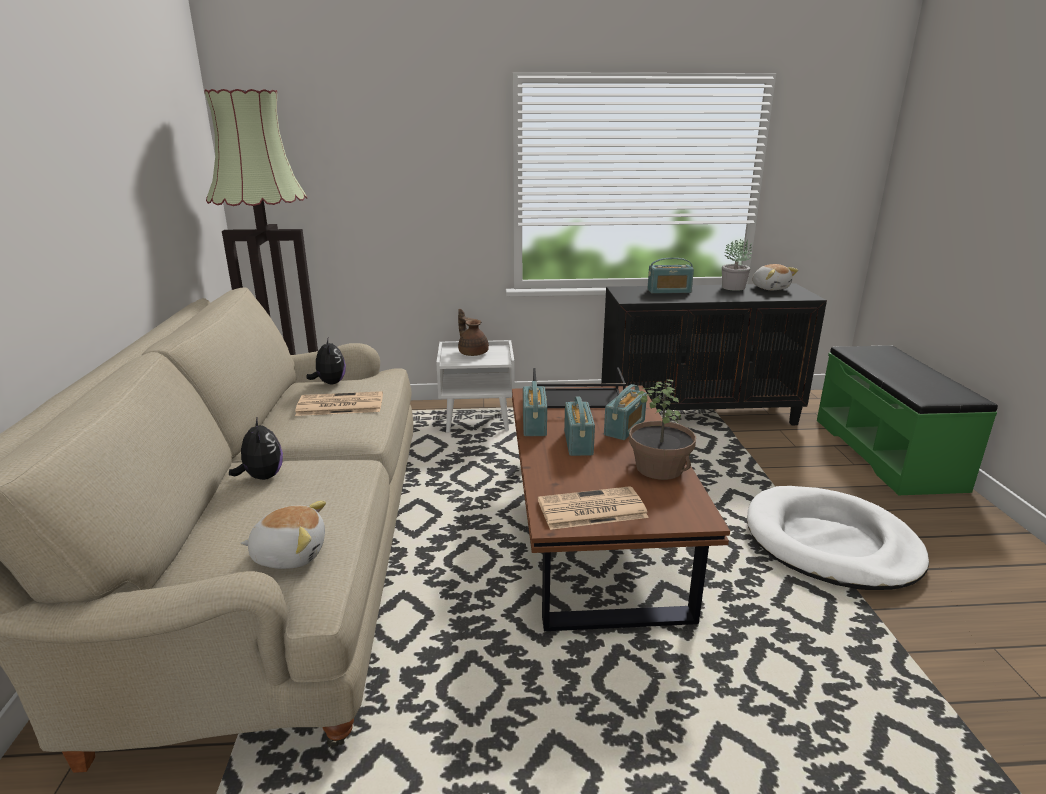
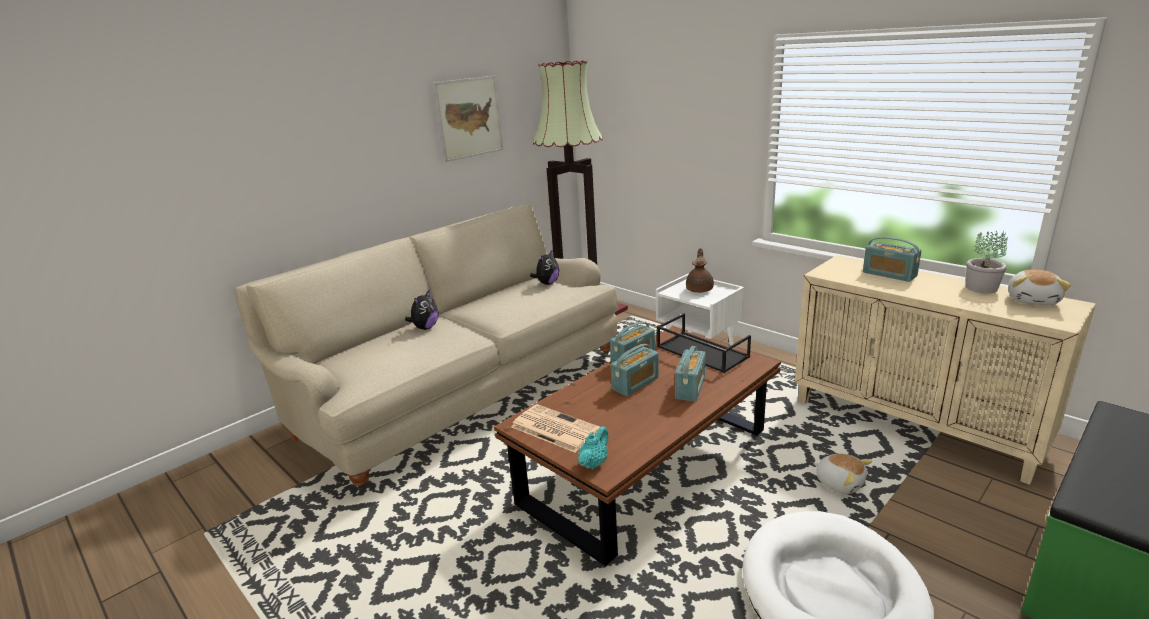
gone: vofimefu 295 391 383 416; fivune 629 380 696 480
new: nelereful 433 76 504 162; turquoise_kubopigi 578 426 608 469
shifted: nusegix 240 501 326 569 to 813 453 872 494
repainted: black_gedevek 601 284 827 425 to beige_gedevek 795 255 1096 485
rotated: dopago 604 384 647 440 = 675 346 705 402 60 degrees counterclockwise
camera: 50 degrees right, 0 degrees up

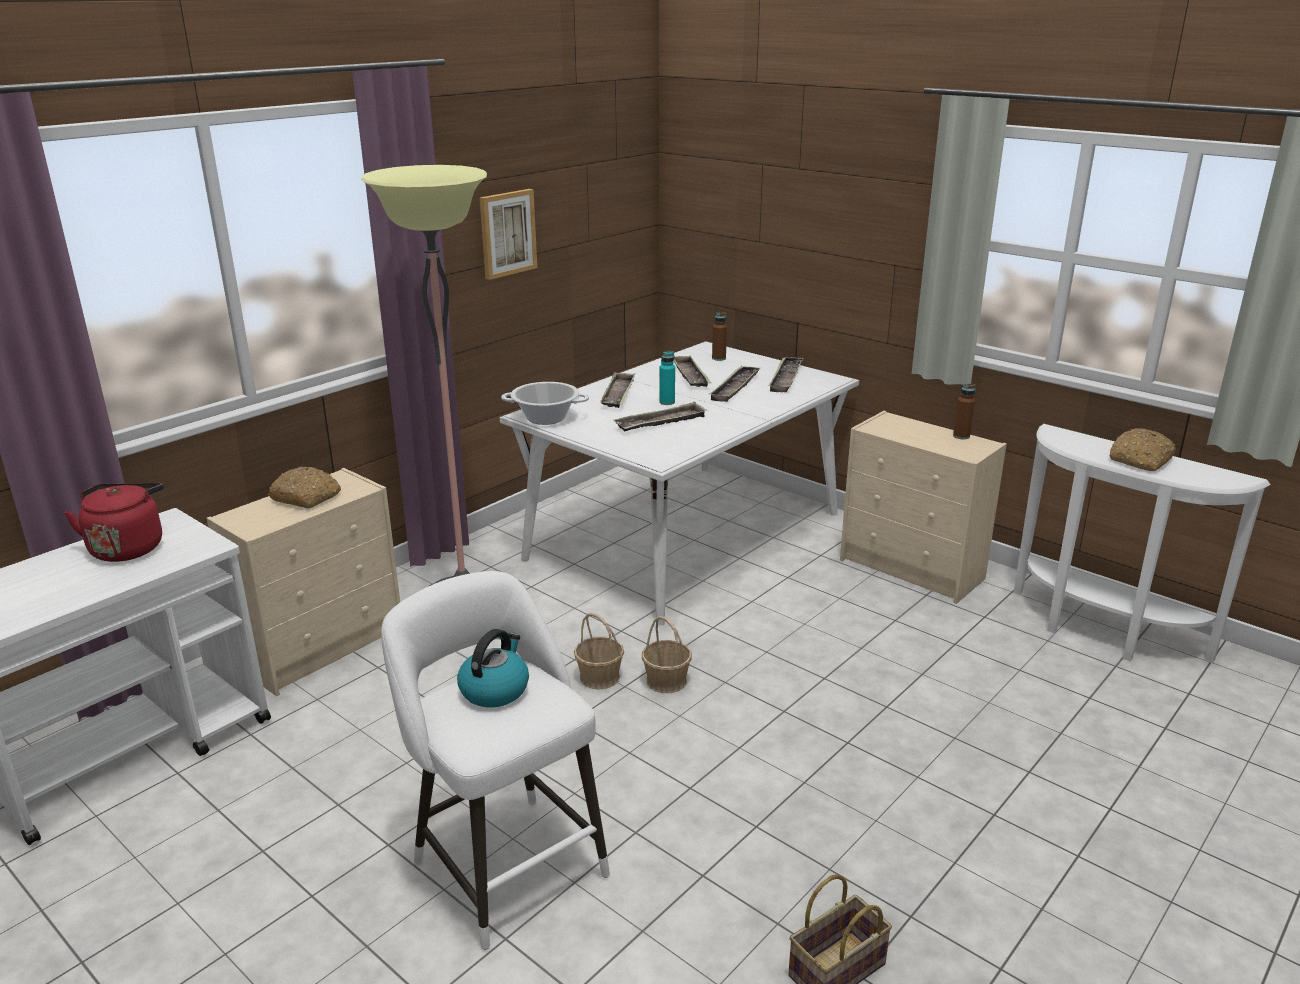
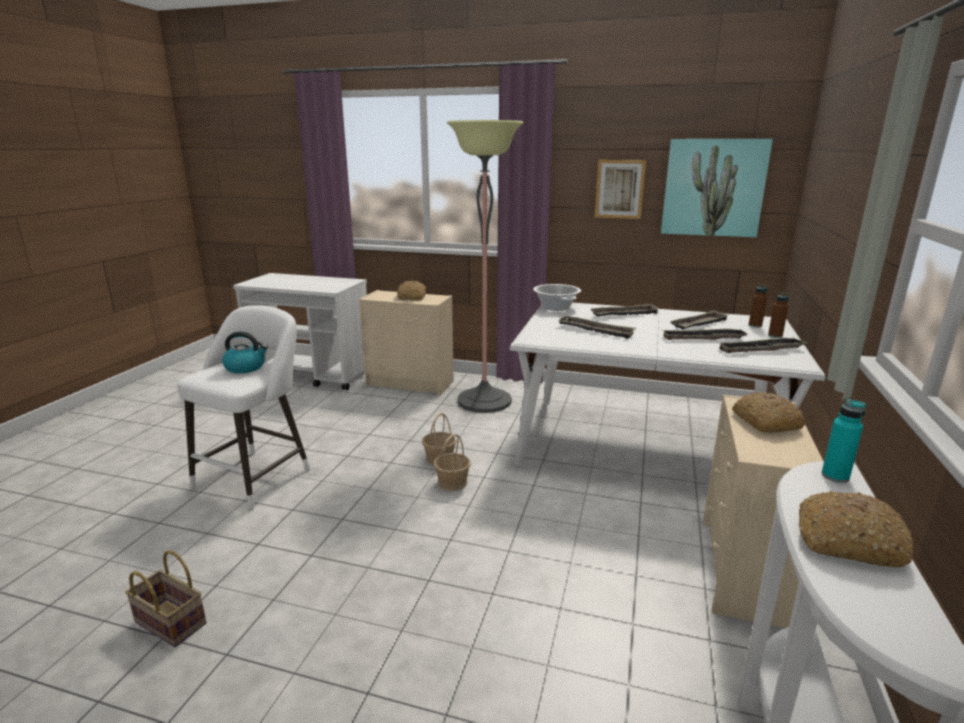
gone: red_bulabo 64 483 164 562
new: nelereful 661 139 773 237; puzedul 732 392 805 433
shifted: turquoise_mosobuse 659 351 675 405 to 821 399 866 483; brown_mosobuse 953 384 976 439 to 768 292 789 338
camera: 65 degrees right, 5 degrees down

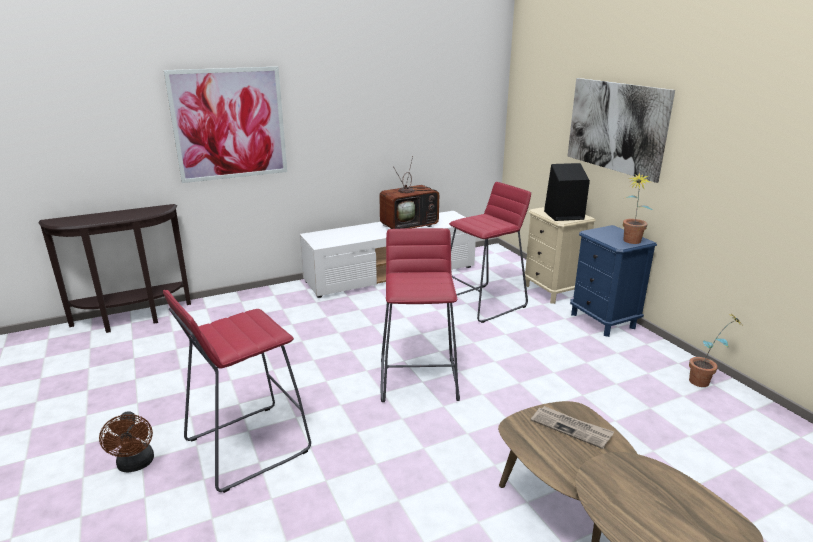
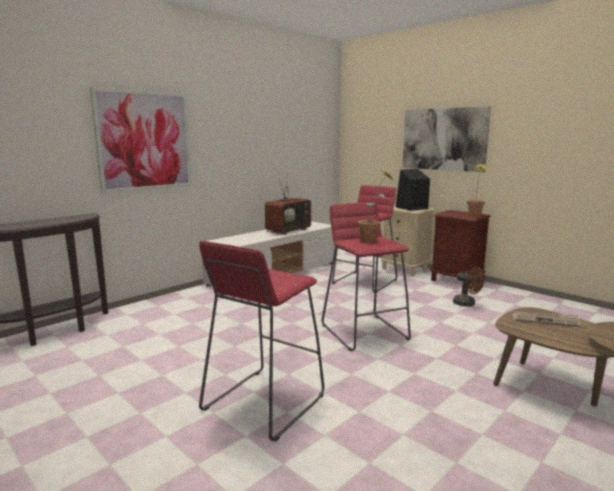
shifted: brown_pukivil 99 411 154 473 to 453 267 485 307; fivune 689 315 743 387 to 358 170 392 243
repainted: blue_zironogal 570 225 657 337 to brown_zironogal 430 210 491 288
camera: 20 degrees left, 10 degrees down

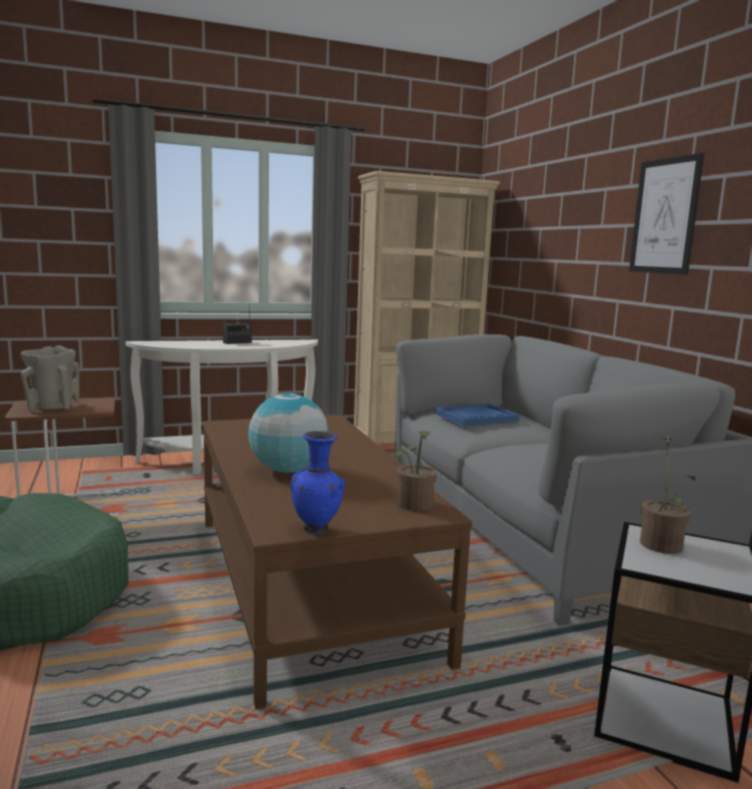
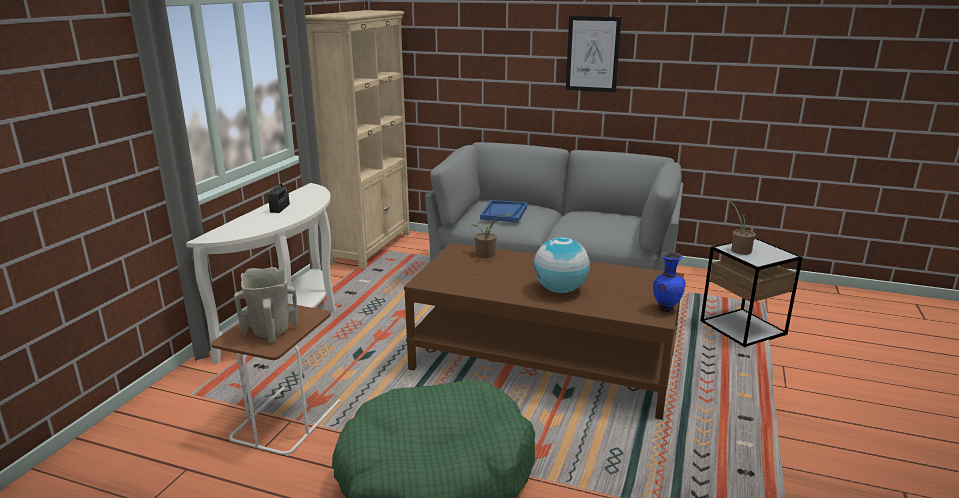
shifted: fivune 395 430 437 511 to 471 213 511 258
camera: 50 degrees left, 10 degrees up

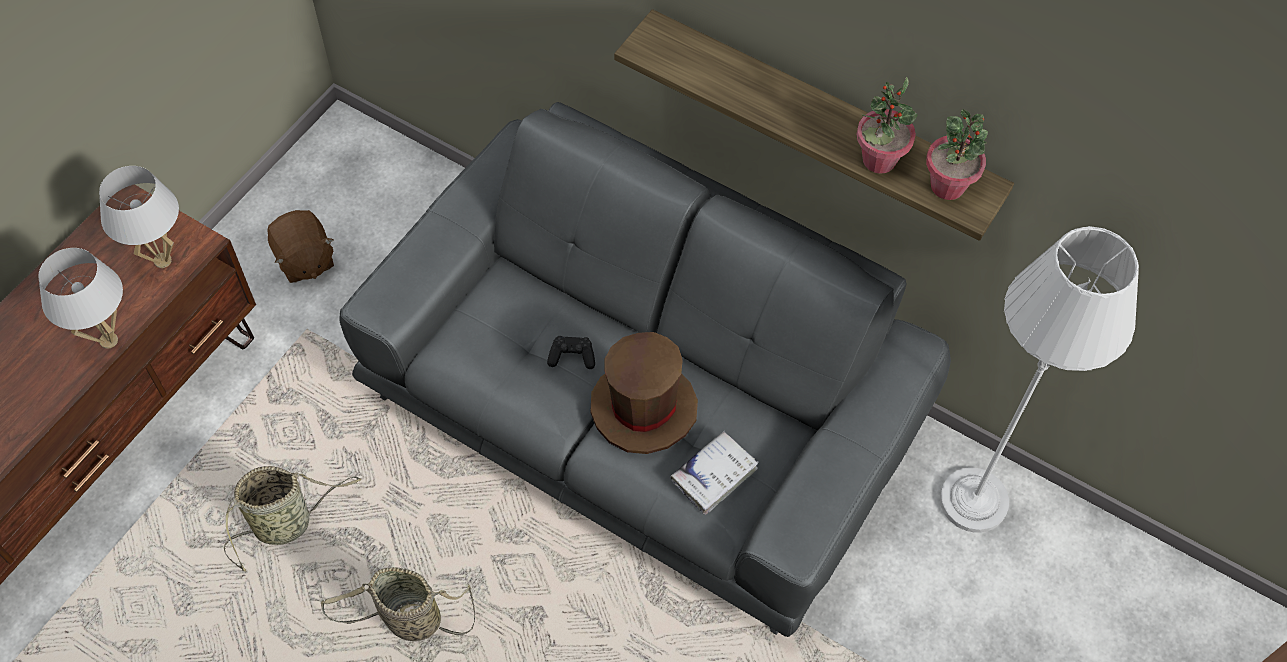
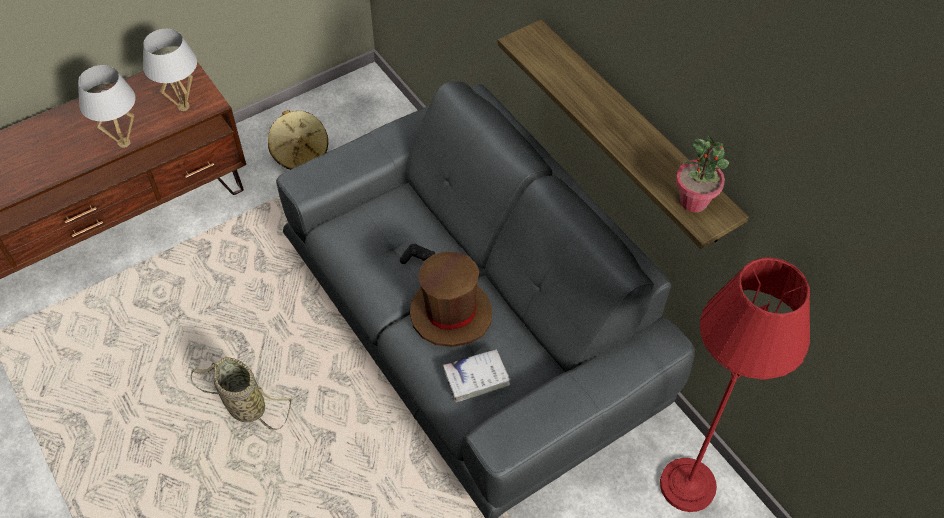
gone: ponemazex 224 466 361 572; fivune 856 77 917 173
swapped: brown_nusegix 267 210 334 283 to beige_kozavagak 268 110 328 170
repainted: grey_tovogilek 940 226 1139 533 to red_tovogilek 660 257 810 512
camera: 25 degrees right, 5 degrees down

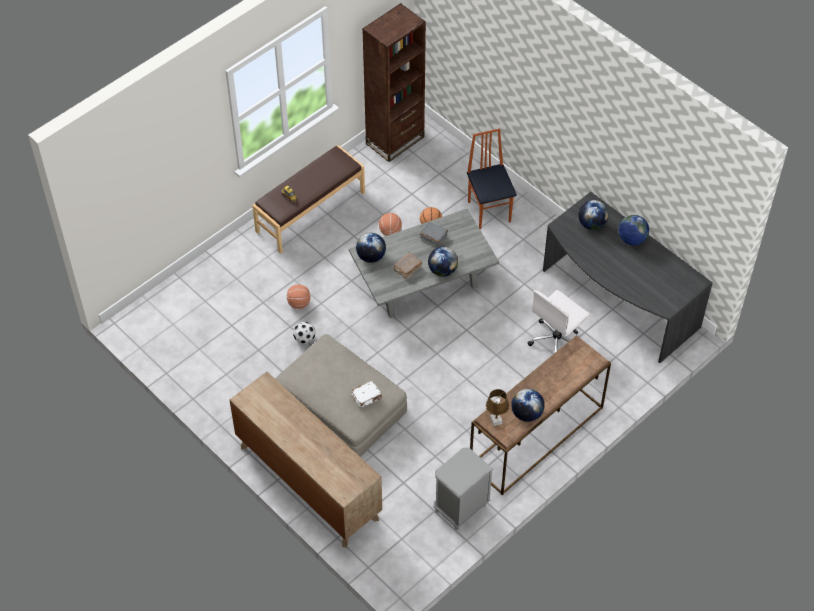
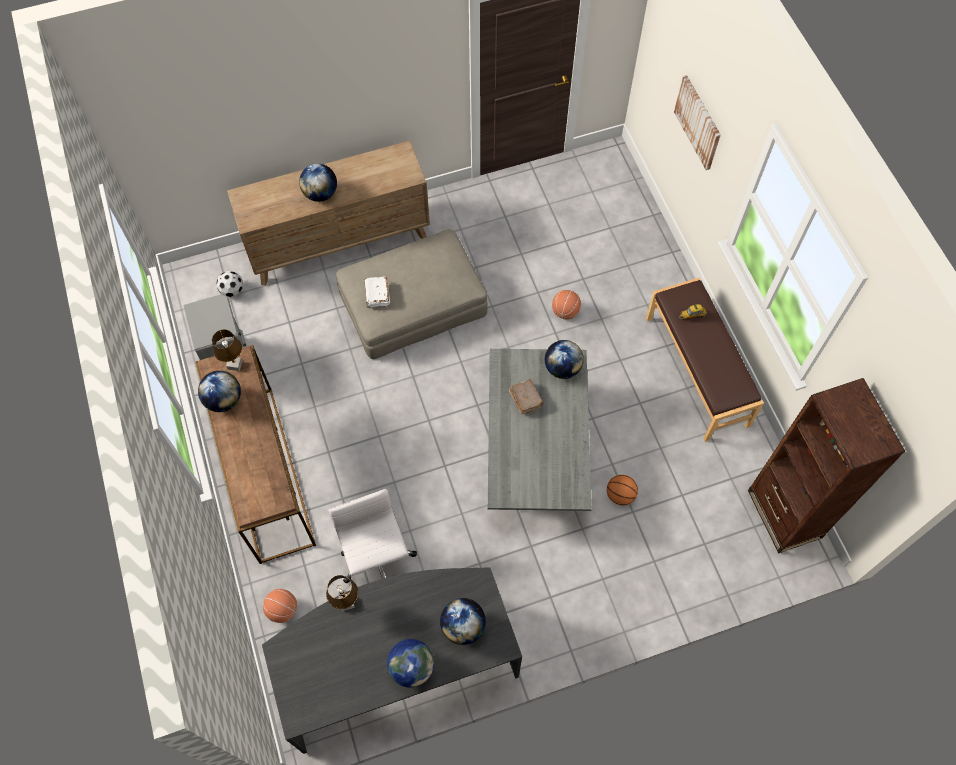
gone: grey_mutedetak 419 222 448 246; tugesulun 467 129 517 229
new: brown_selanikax 326 575 358 611; nelereful 674 75 721 170
shifted: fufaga 293 322 315 344 to 216 271 243 297; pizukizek 379 213 402 236 to 263 589 297 623; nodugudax 428 247 458 277 to 299 164 337 202
camera: 115 degrees right, 10 degrees up

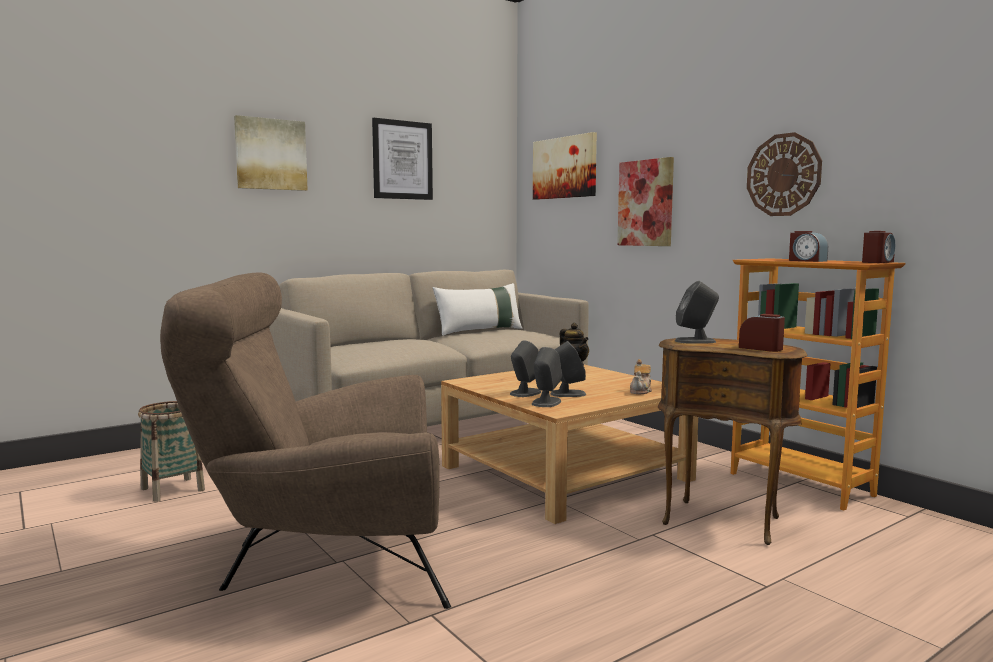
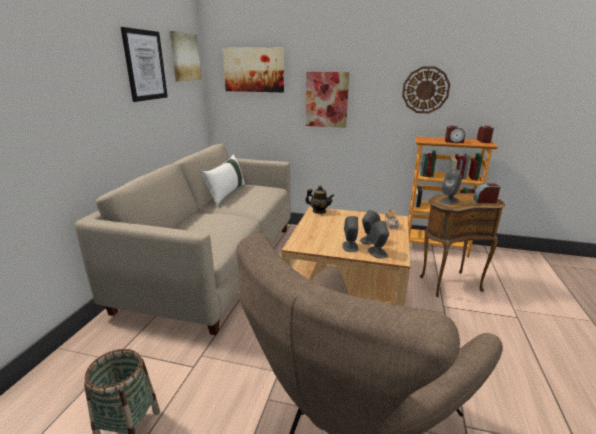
shifted: nelereful 234 115 308 191 to 170 31 201 82
camera: 40 degrees left, 15 degrees up

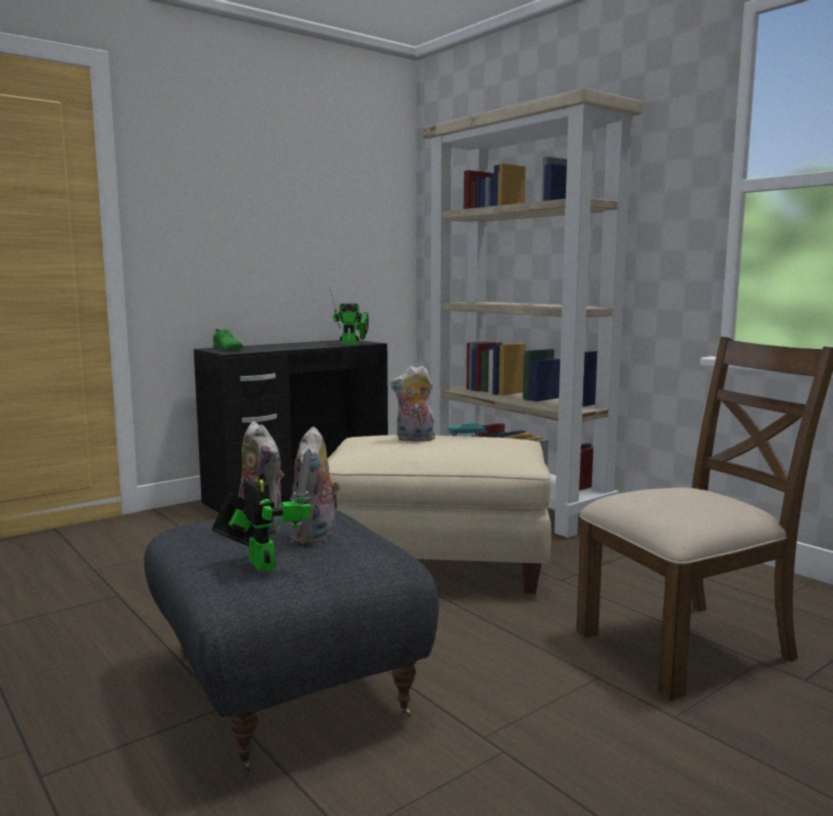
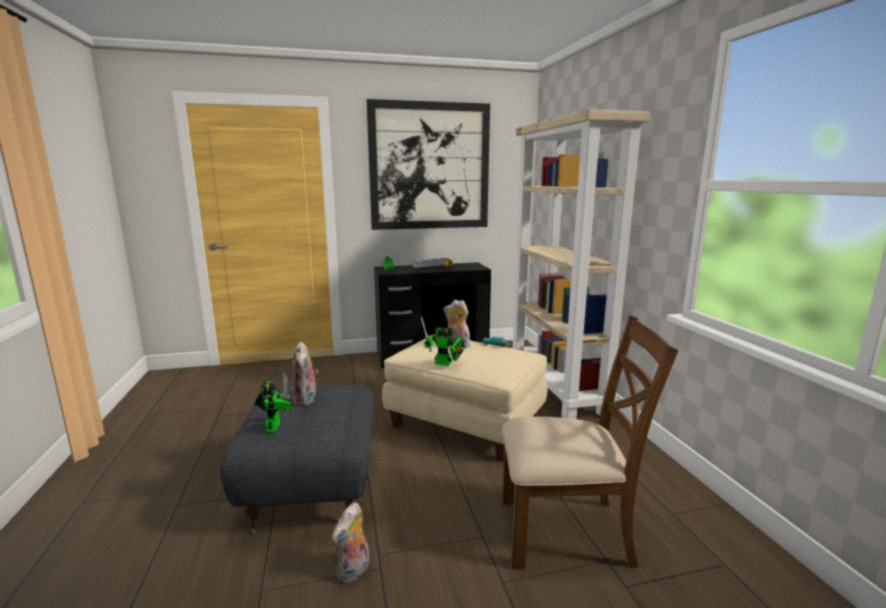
new: nelereful 367 99 490 230; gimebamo 413 257 453 272
shifted: nusegix 291 426 341 546 to 332 502 369 583; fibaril 329 287 368 345 to 421 317 465 366
camera: 25 degrees right, 5 degrees up

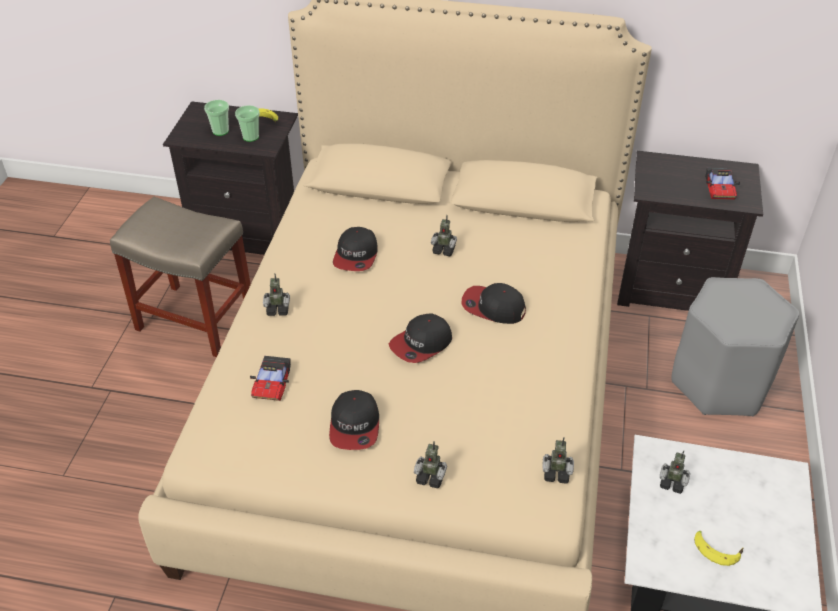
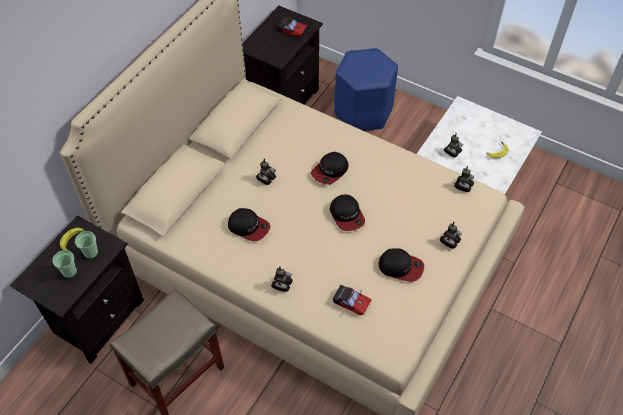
repainted: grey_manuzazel 671 277 799 416 to blue_manuzazel 334 48 398 131
camera: 70 degrees left, 10 degrees up

